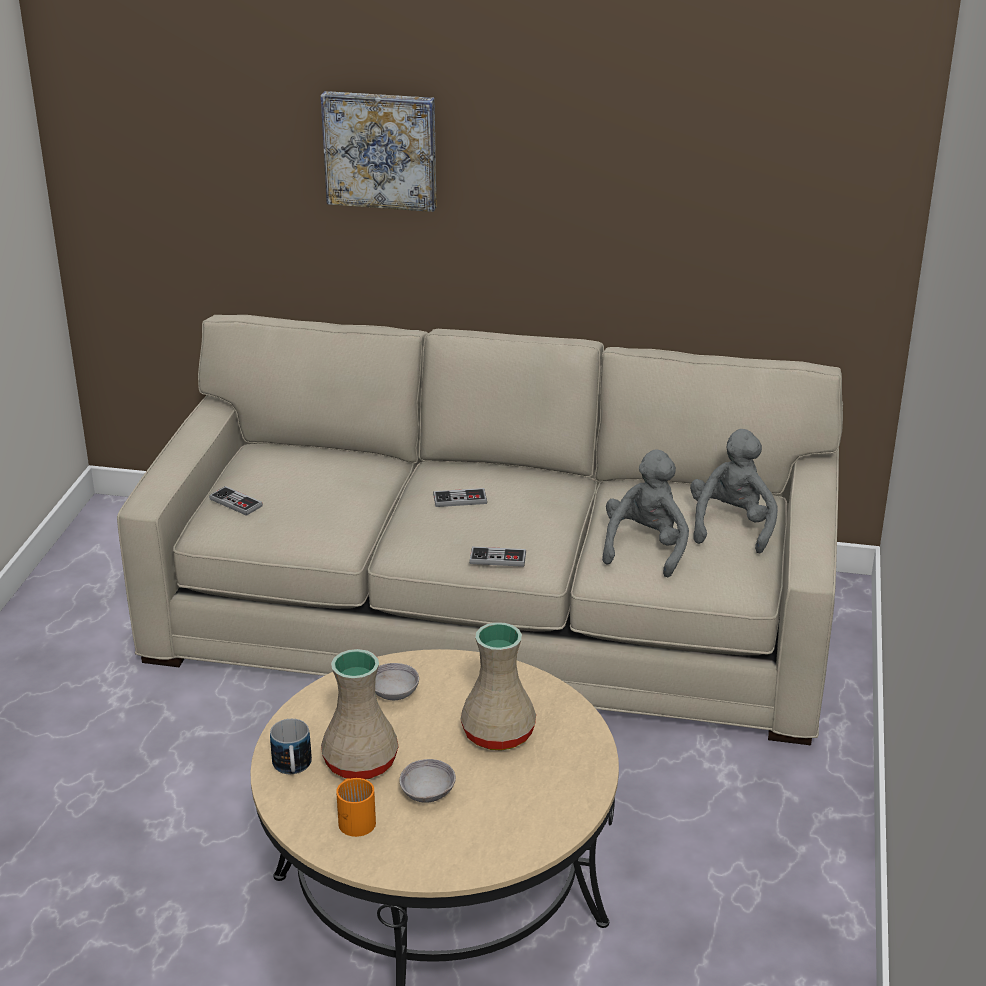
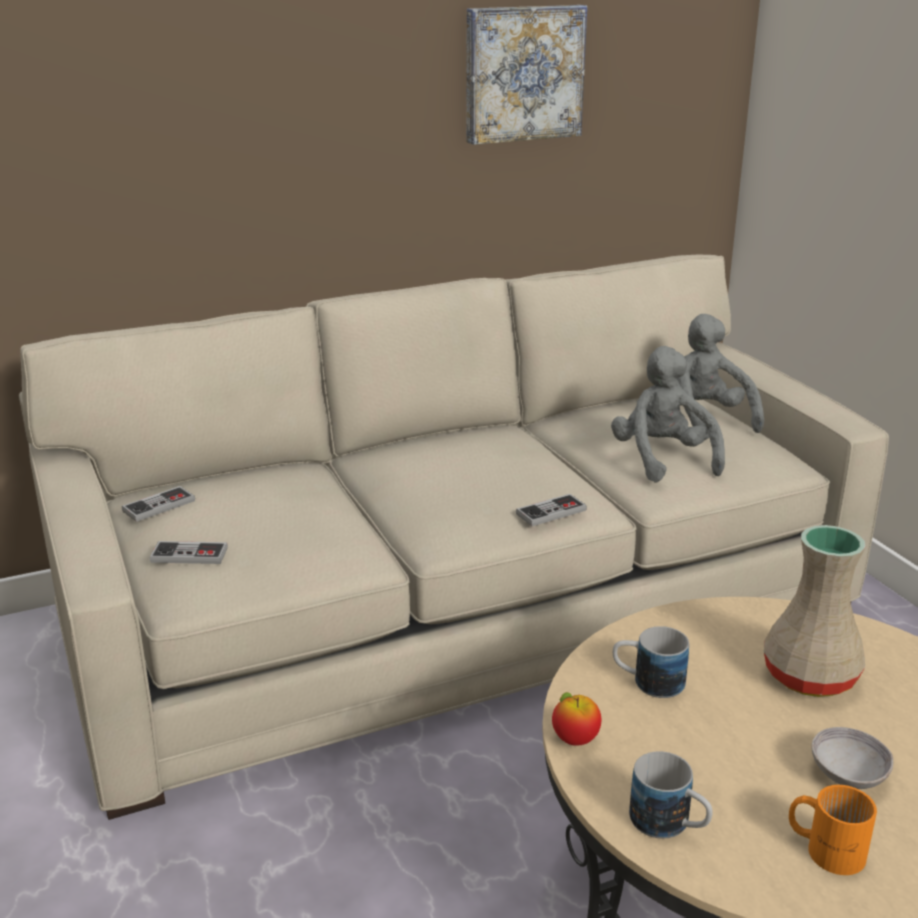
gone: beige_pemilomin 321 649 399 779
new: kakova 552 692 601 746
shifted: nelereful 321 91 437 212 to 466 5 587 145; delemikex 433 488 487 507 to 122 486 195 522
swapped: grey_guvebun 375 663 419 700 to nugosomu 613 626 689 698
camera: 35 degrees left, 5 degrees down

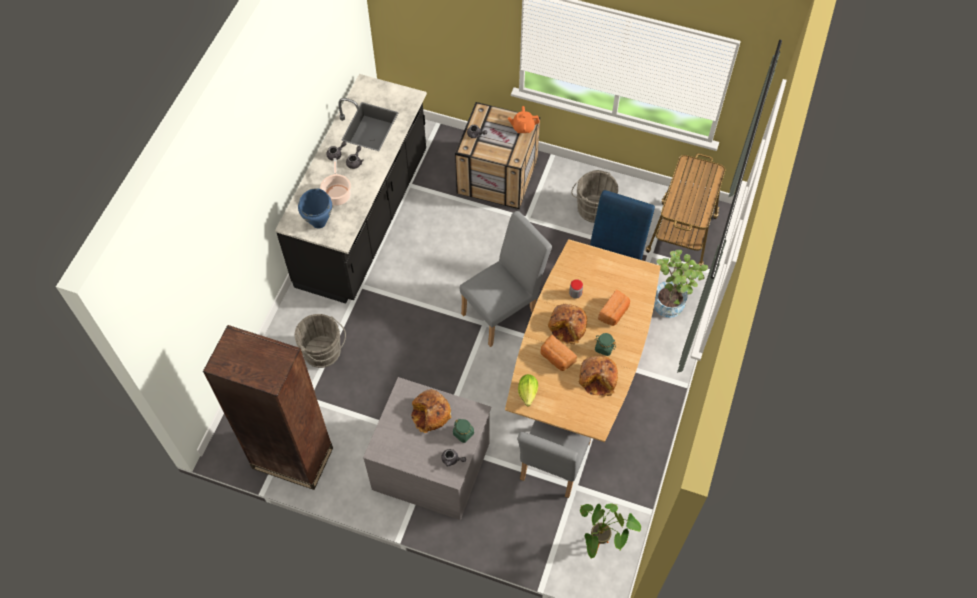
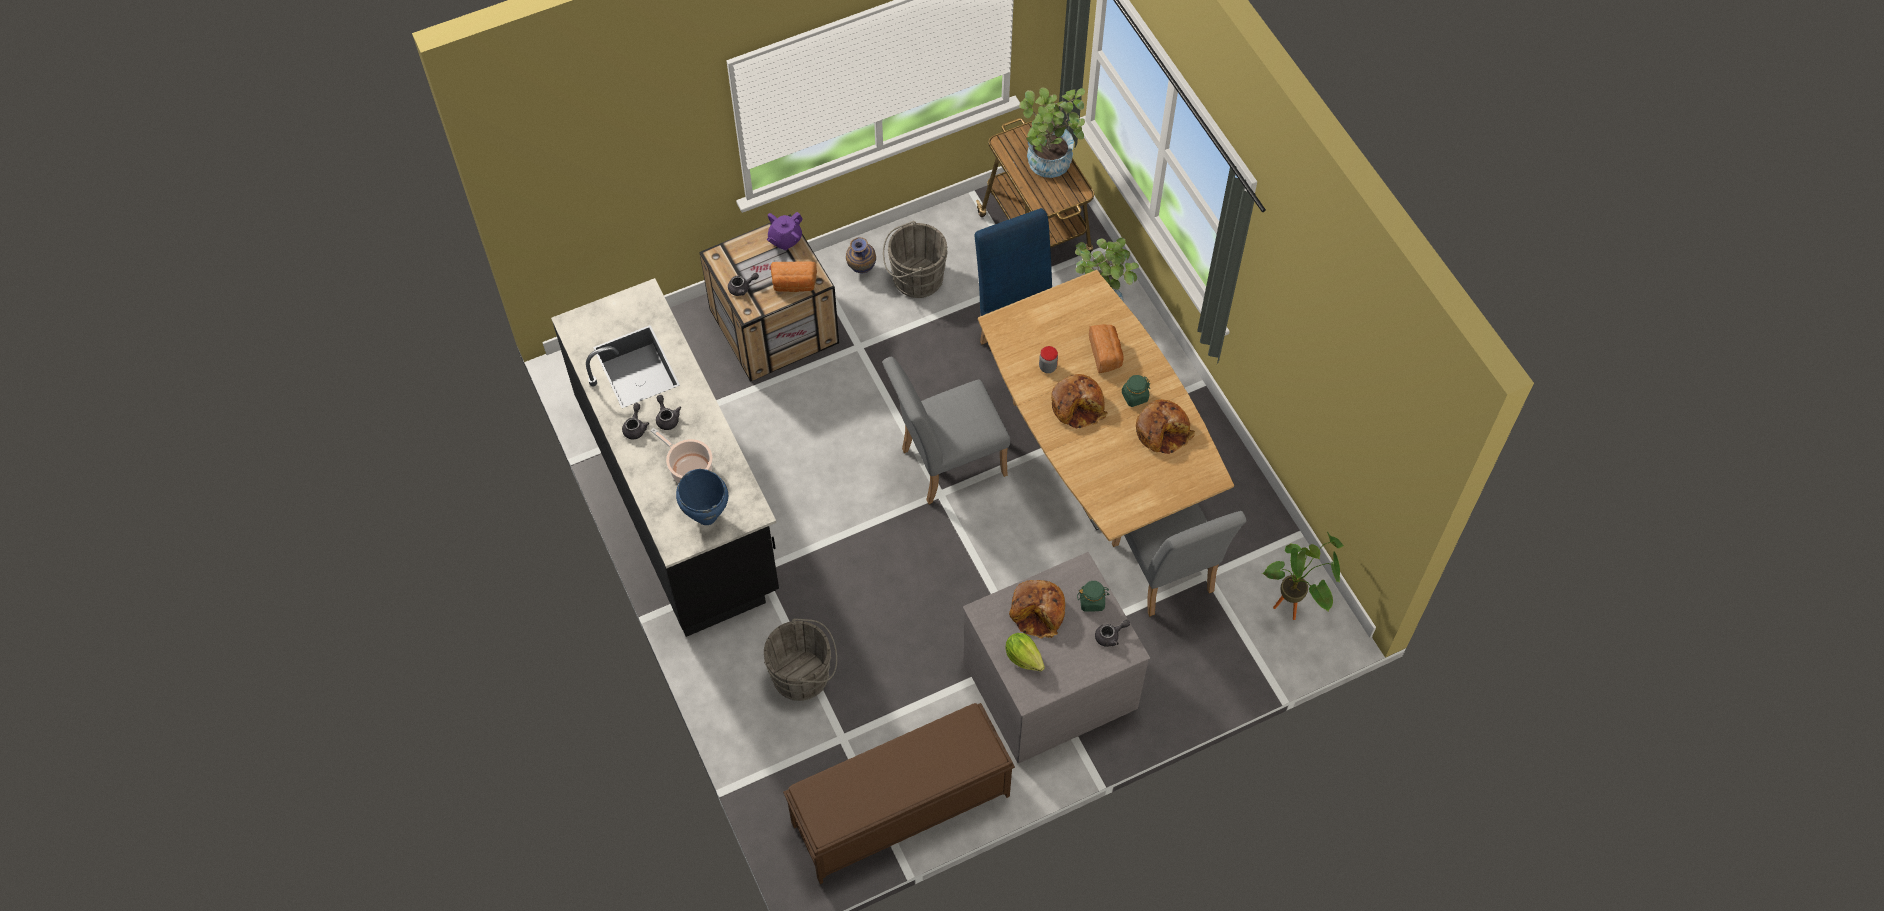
new: pemilomin 846 237 876 273; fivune 1019 88 1085 178
shifted: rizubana 518 374 538 406 to 1005 633 1045 672; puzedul 540 335 577 371 to 771 261 817 292
swapped: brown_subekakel 203 325 333 490 to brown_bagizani 783 703 1015 884
repainted: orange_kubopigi 508 106 540 133 to purple_kubopigi 766 212 803 250
rotated: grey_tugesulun 460 211 552 347 = 882 356 1010 504 120 degrees counterclockwise
camera: 45 degrees left, 0 degrees up

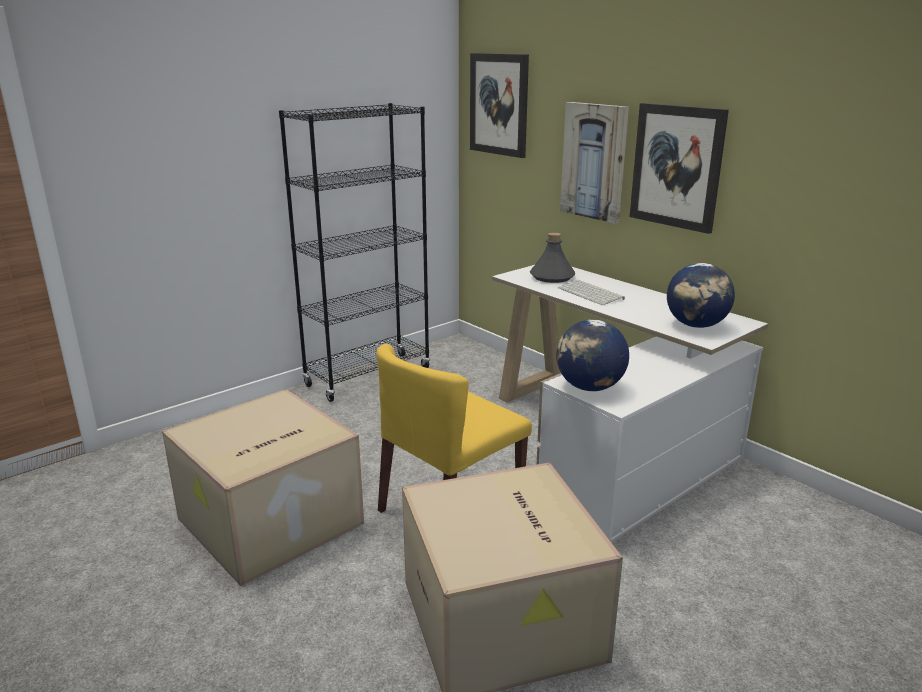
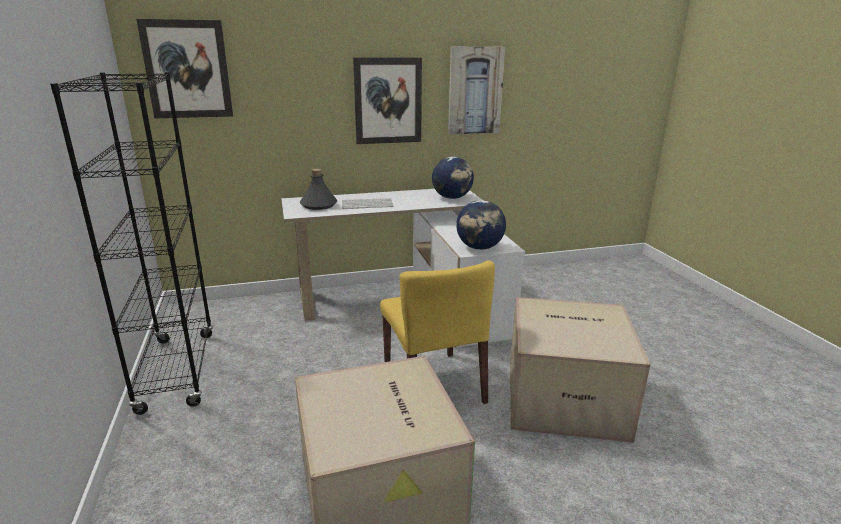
shifted: nelereful 560 102 629 224 to 448 47 505 134
camera: 65 degrees left, 0 degrees up

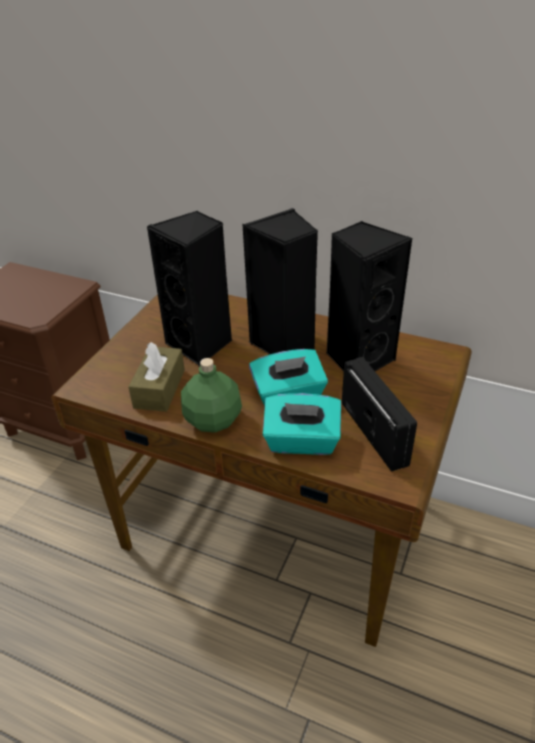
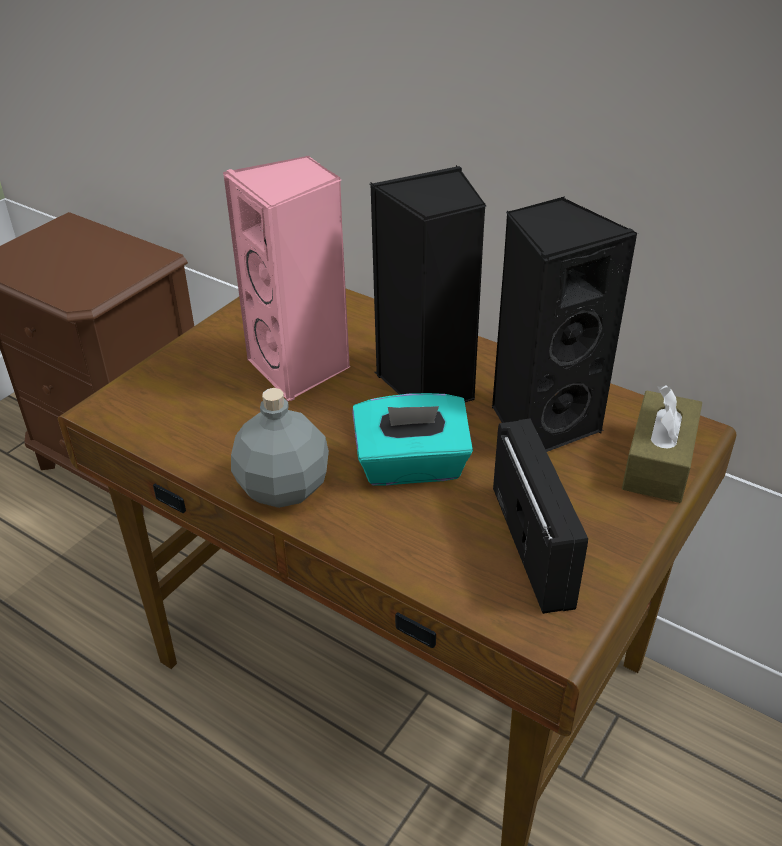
gone: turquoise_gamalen 263 393 341 455
shifted: brown_gamalen 128 342 185 412 to 622 385 702 503
repainted: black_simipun 147 211 232 366 to pink_simipun 223 156 350 402; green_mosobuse 181 358 242 433 to grey_mosobuse 231 388 329 508
camera: 10 degrees right, 0 degrees up

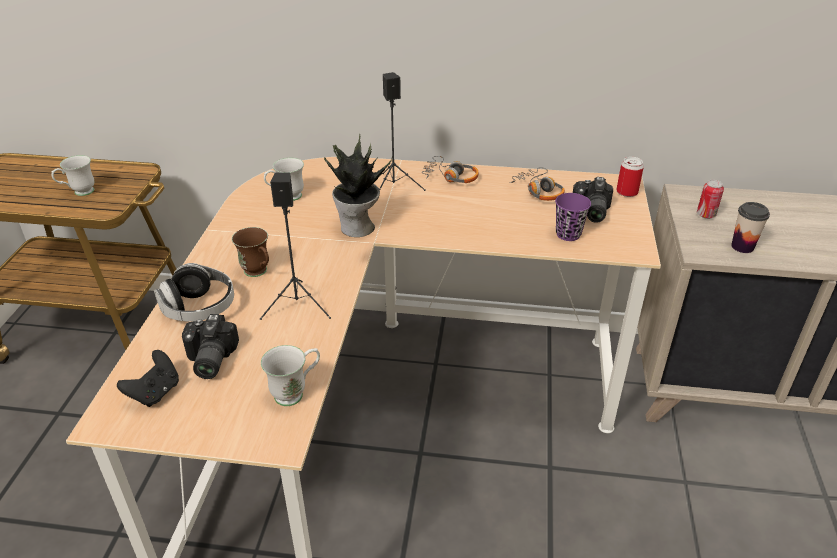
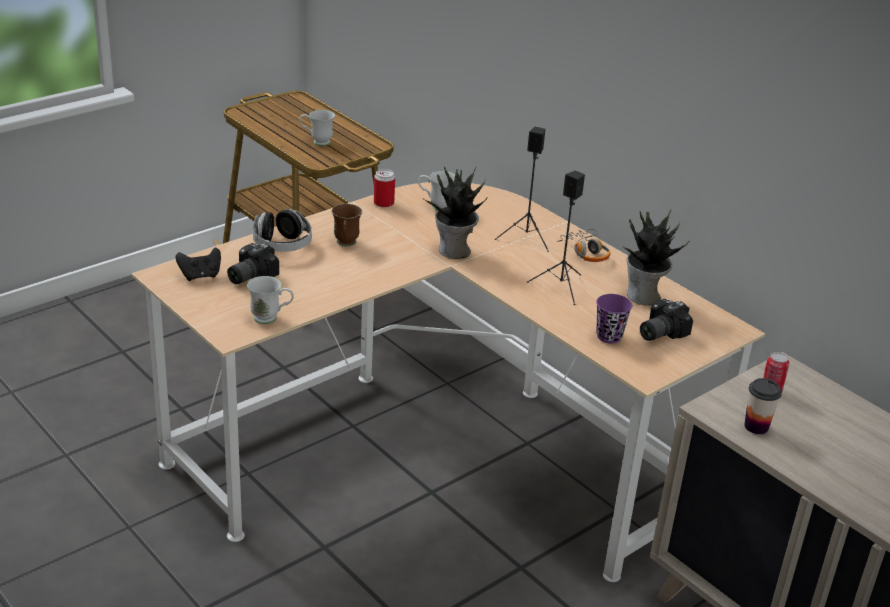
shifted: black_simipun 260 172 331 320 to 527 171 585 305; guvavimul 616 157 644 197 to 374 169 395 208
swapped: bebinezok 509 167 565 201 to fivune 622 210 690 305
camera: 40 degrees right, 5 degrees down

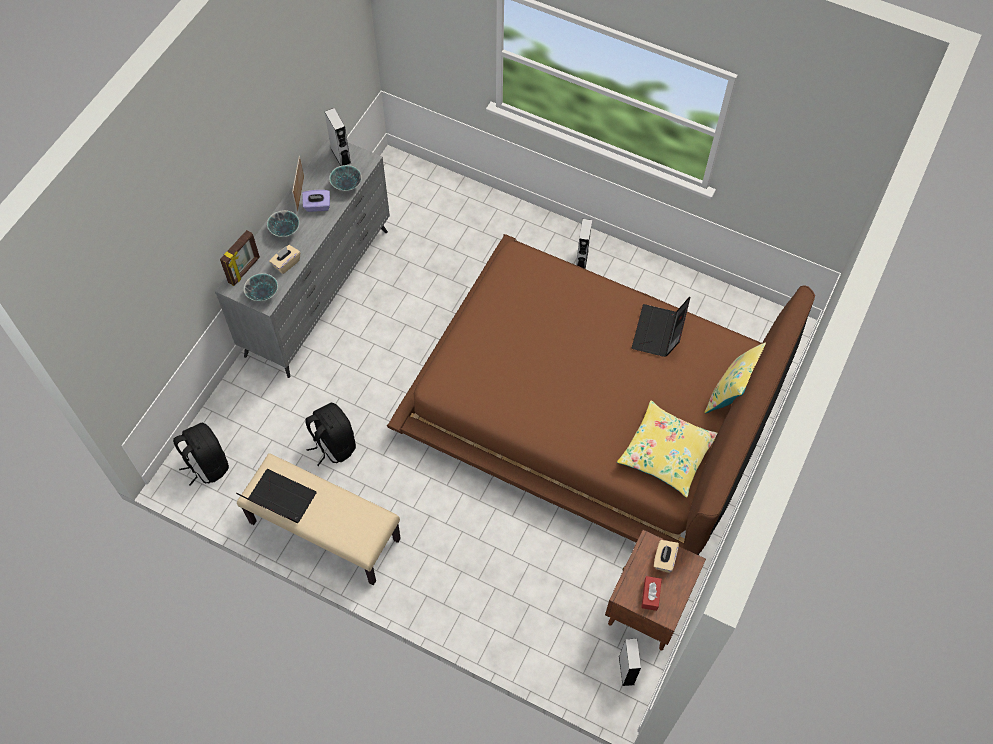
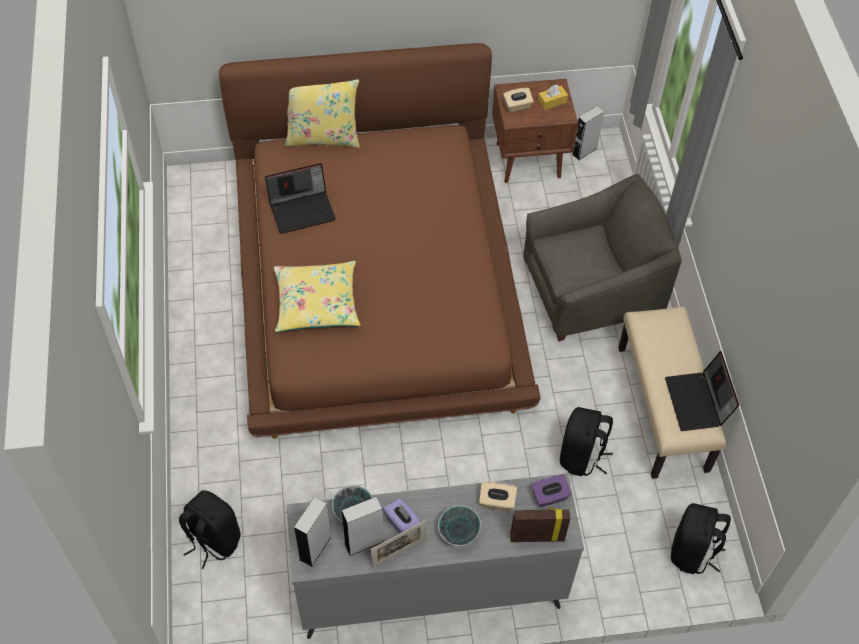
new: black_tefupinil 179 490 241 569; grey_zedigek 523 174 682 341
shifted: grey_simipun 576 219 592 269 to 342 497 384 556; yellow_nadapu 617 400 718 498 to 274 261 361 332
swapped: guvebun 244 273 278 301 to purple_gamalen 531 474 571 507
repainted: red_gamalen 641 576 662 611 to yellow_gamalen 538 85 568 110
camera: 125 degrees left, 5 degrees down

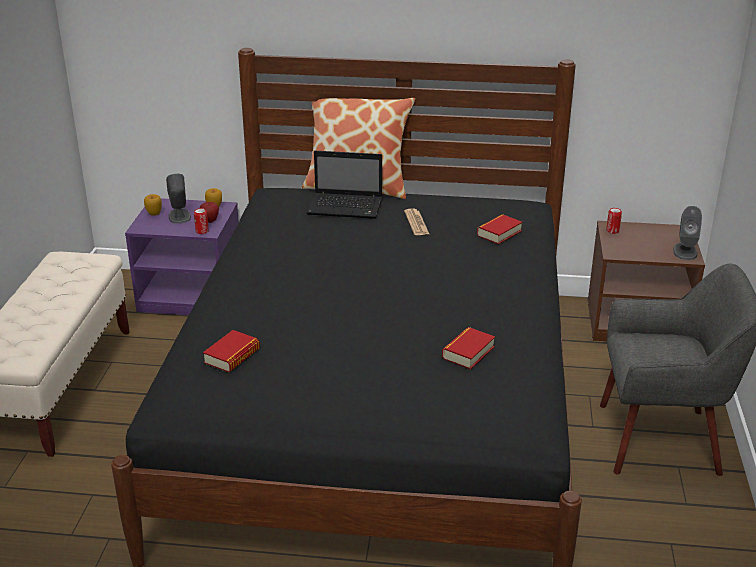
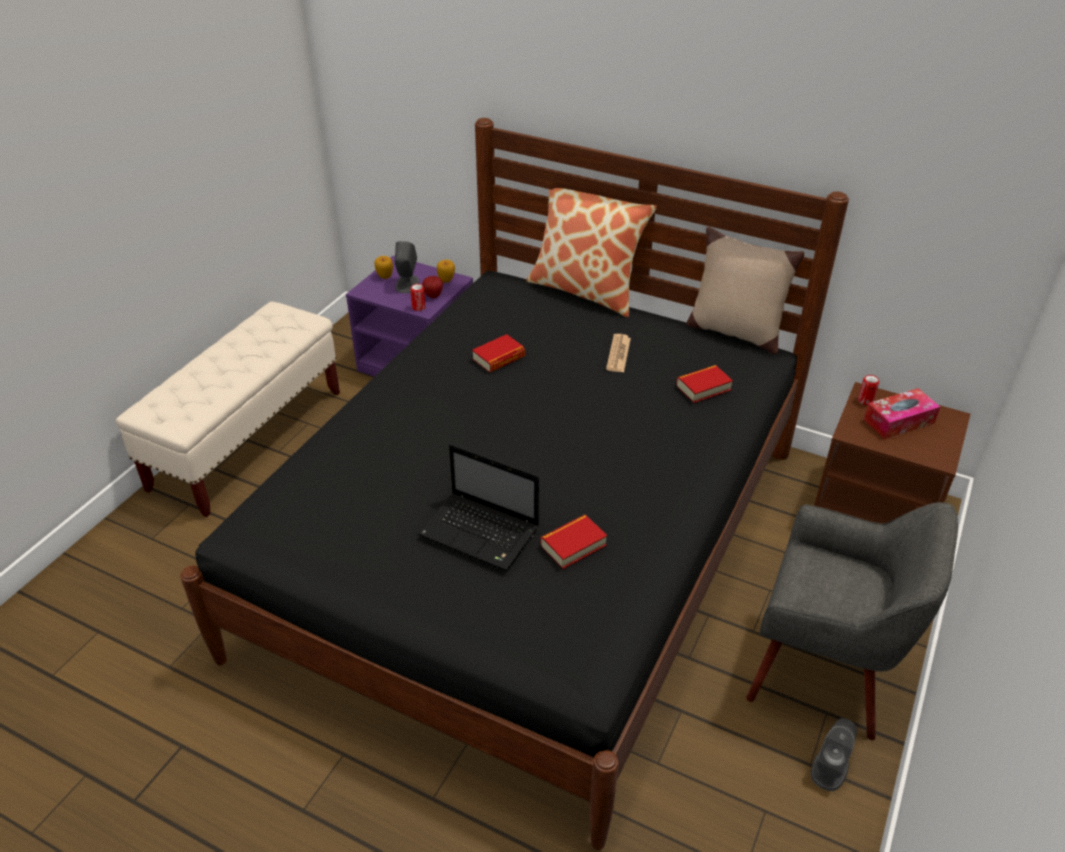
new: beige_nadapu 687 227 804 355; gamalen 864 388 940 439
shifted: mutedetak 203 330 260 373 to 472 334 525 373; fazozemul 306 151 382 219 to 418 444 539 571; grey_simipun 673 206 702 260 to 811 718 857 791
camera: 20 degrees right, 10 degrees up

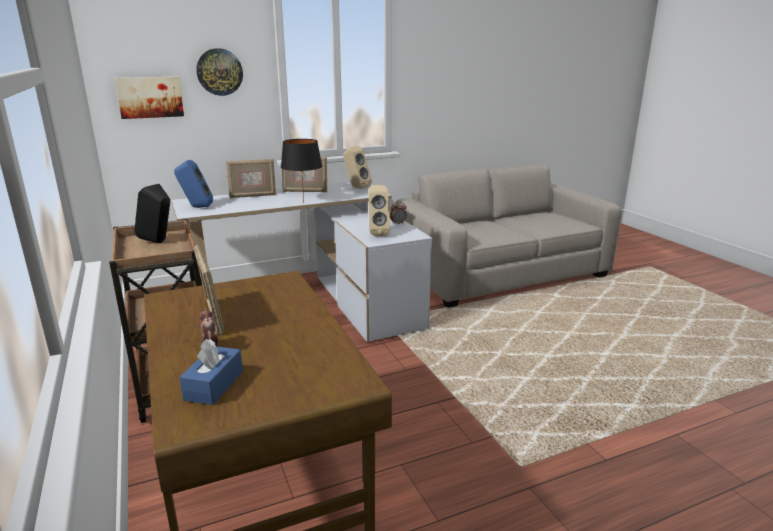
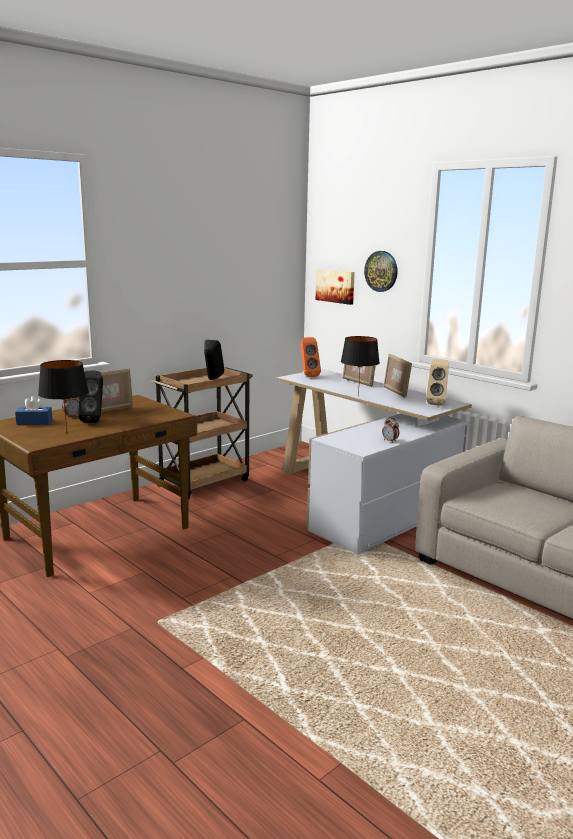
gone: beige_simipun 369 185 391 236
new: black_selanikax 38 360 89 432; black_simipun 78 371 103 423
repainted: blue_simipun 174 160 213 208 to orange_simipun 301 337 321 377
camera: 70 degrees right, 5 degrees down

